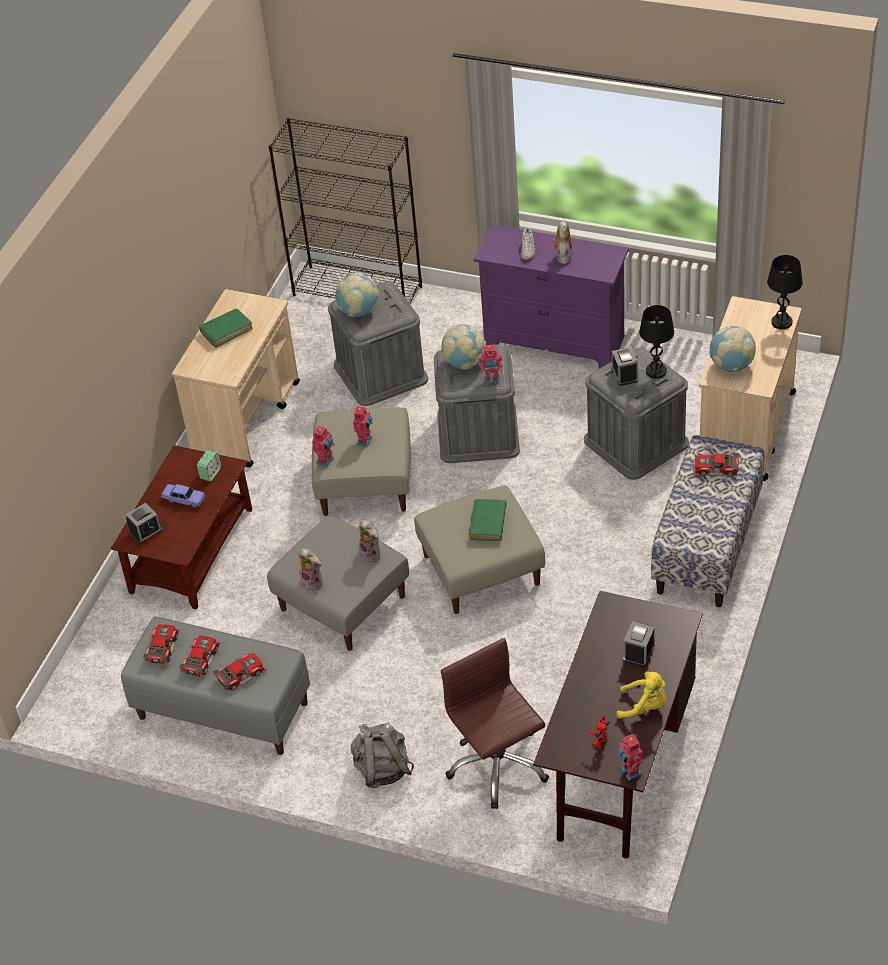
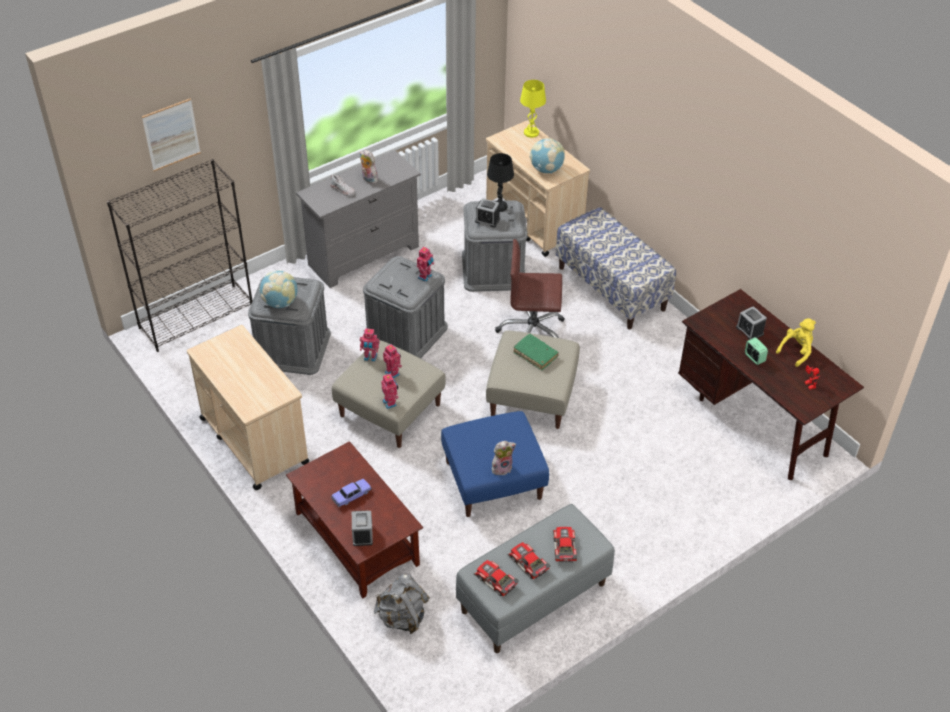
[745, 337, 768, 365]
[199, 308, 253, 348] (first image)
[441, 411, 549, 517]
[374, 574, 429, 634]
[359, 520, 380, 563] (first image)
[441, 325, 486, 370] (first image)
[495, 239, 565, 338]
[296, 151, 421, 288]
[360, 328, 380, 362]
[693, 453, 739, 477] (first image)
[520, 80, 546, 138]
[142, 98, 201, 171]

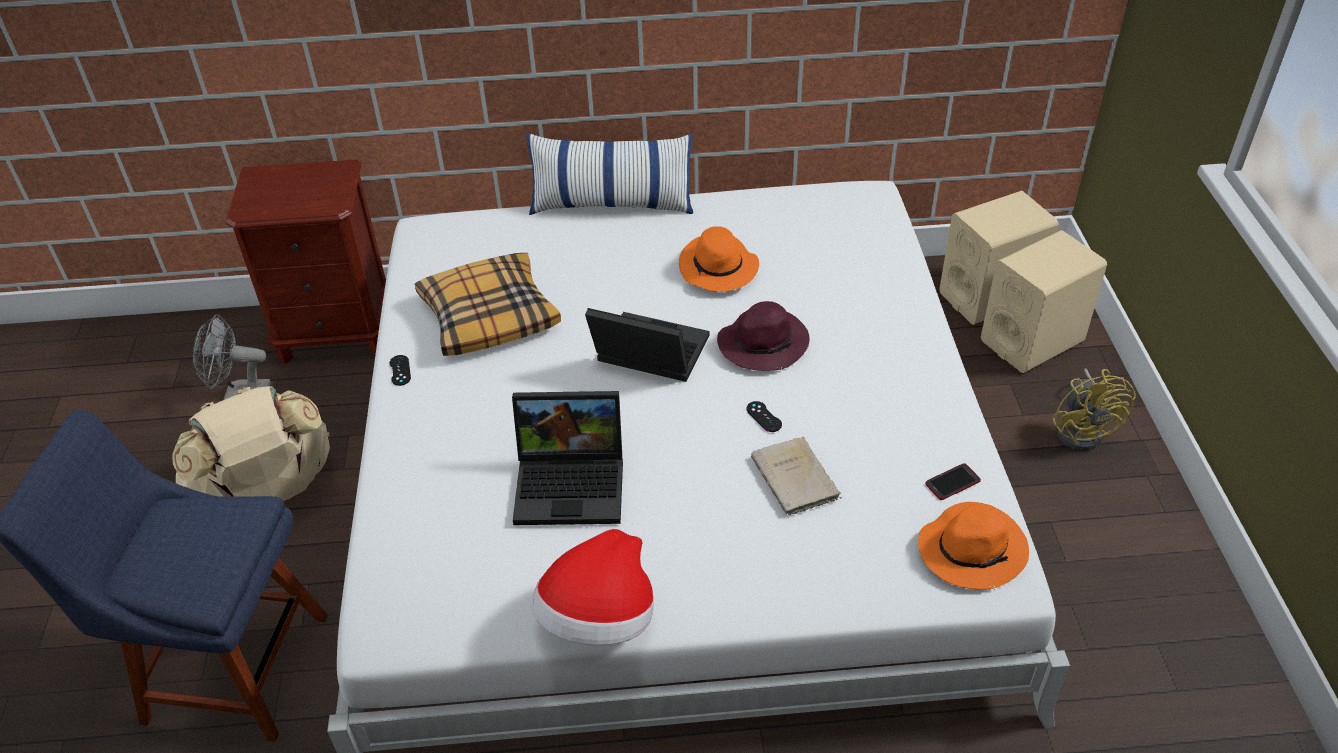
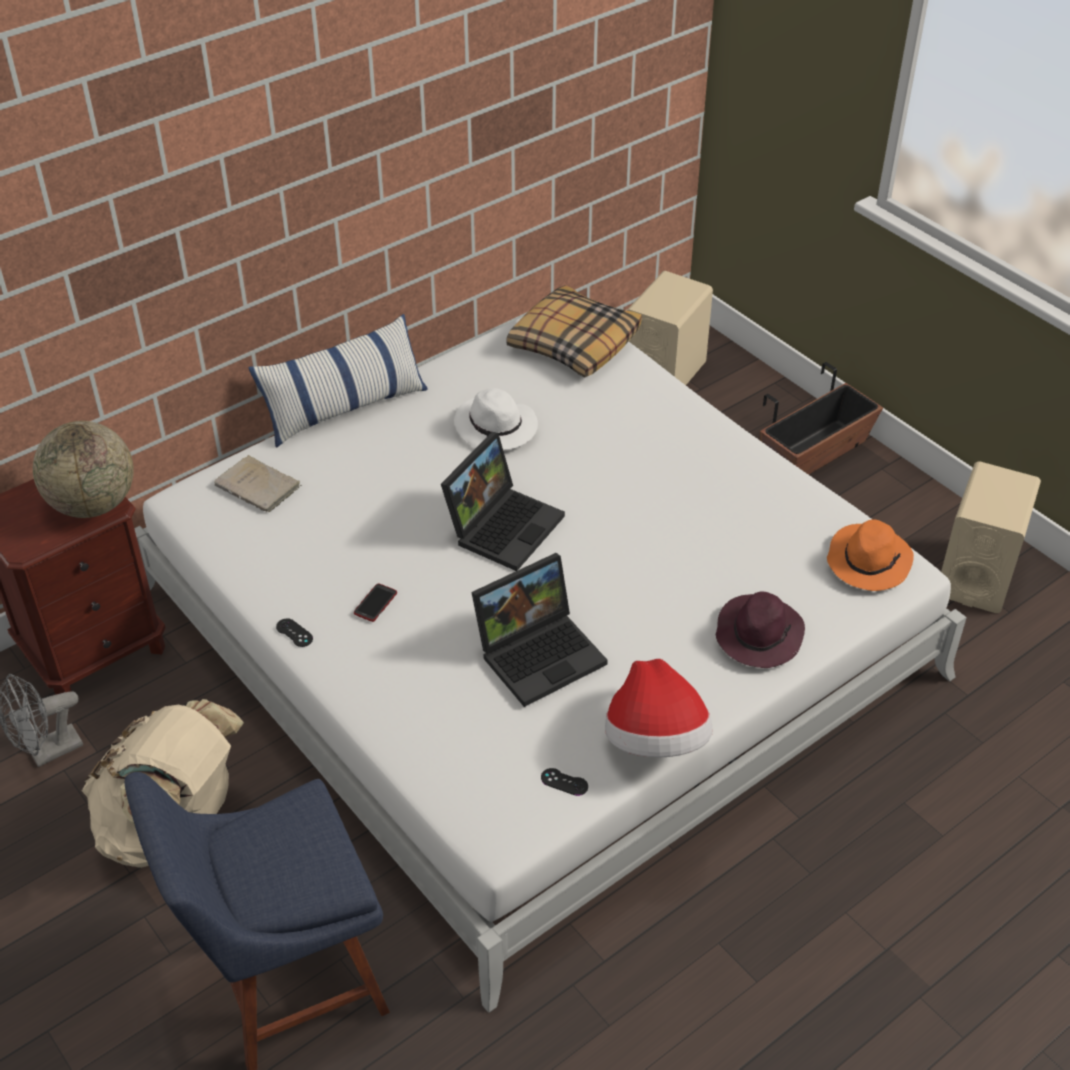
[506, 285, 642, 377]
[441, 432, 565, 571]
[454, 388, 538, 450]
[716, 591, 805, 668]
[541, 768, 588, 796]
[214, 455, 302, 512]
[354, 583, 397, 622]
[941, 461, 1041, 613]
[760, 362, 883, 475]
[33, 421, 134, 518]

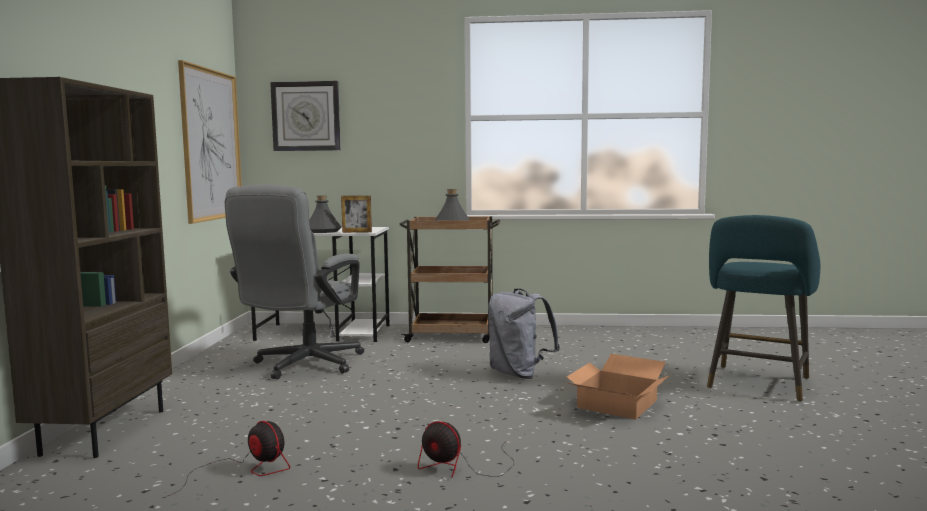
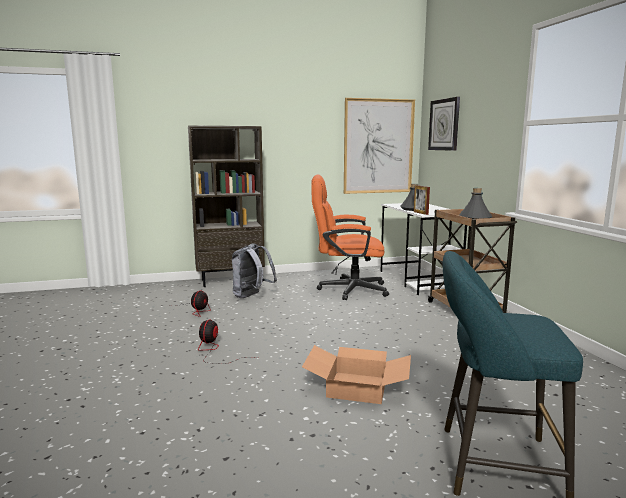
[312, 174, 389, 300]
[232, 243, 277, 298]

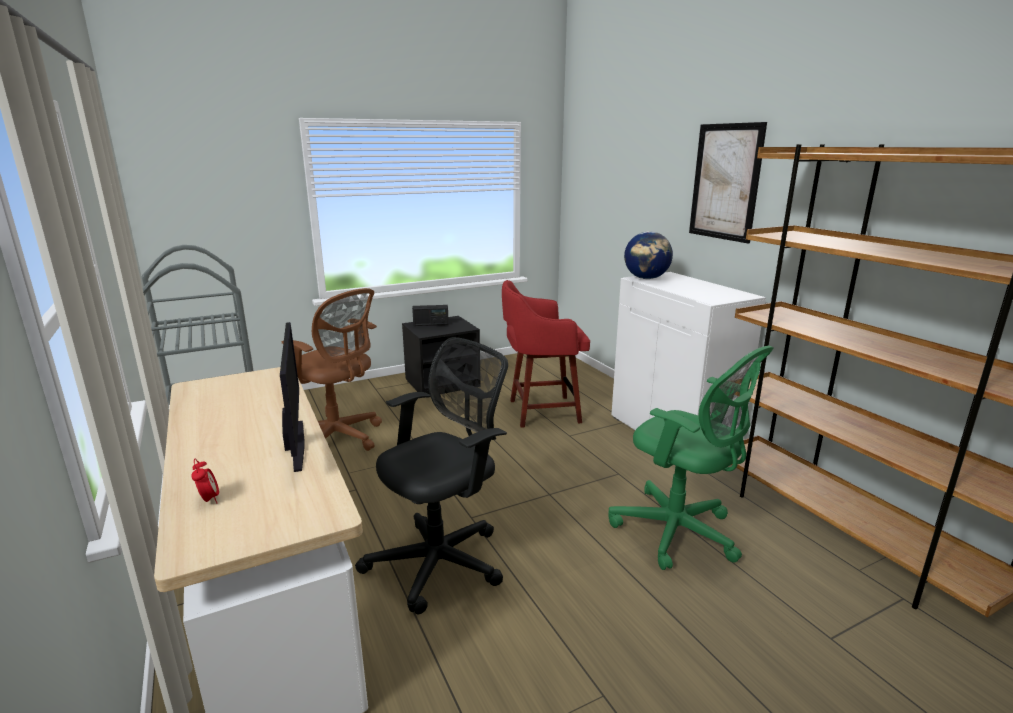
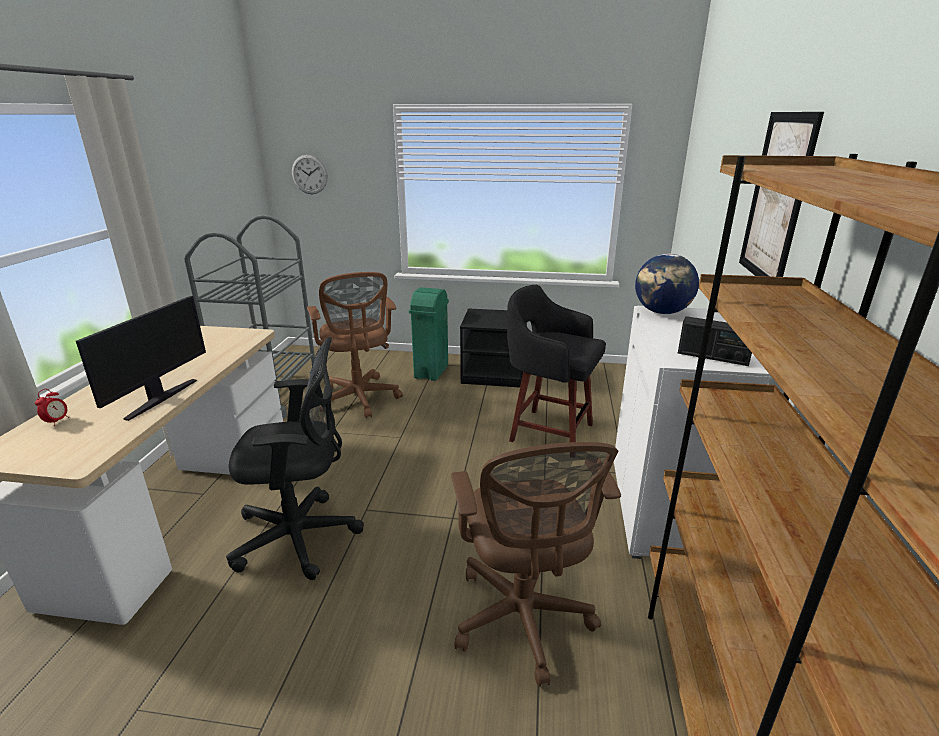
[678, 316, 752, 366]
[507, 285, 606, 442]
[451, 442, 621, 686]
[292, 155, 328, 194]
[409, 287, 449, 381]

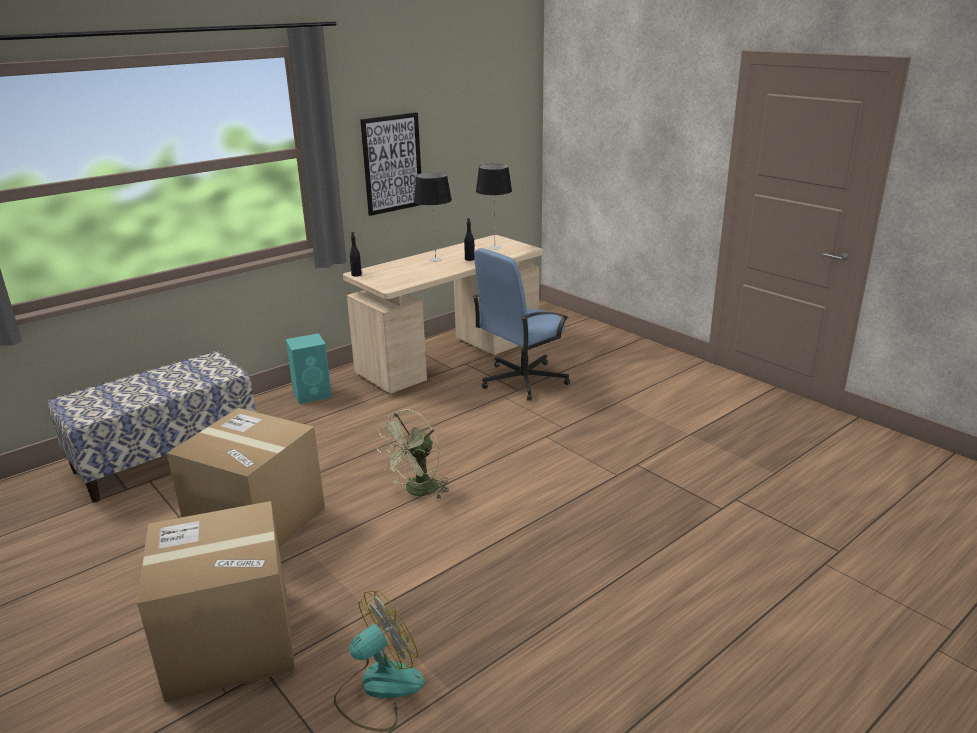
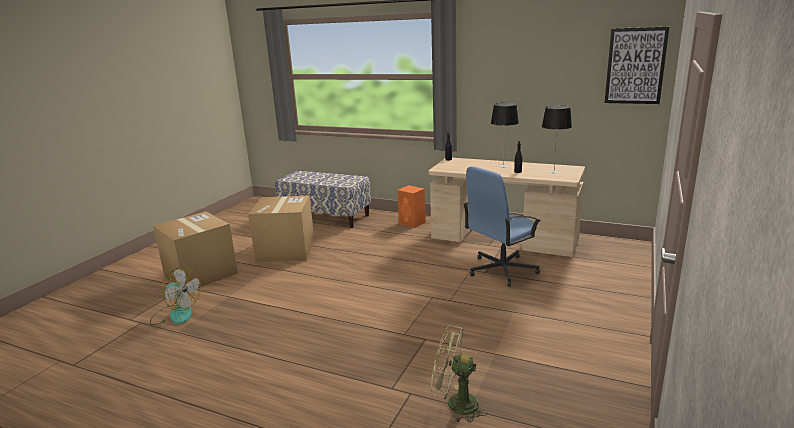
[397, 185, 426, 228]
[605, 27, 669, 104]
[431, 325, 487, 423]
[463, 166, 541, 286]

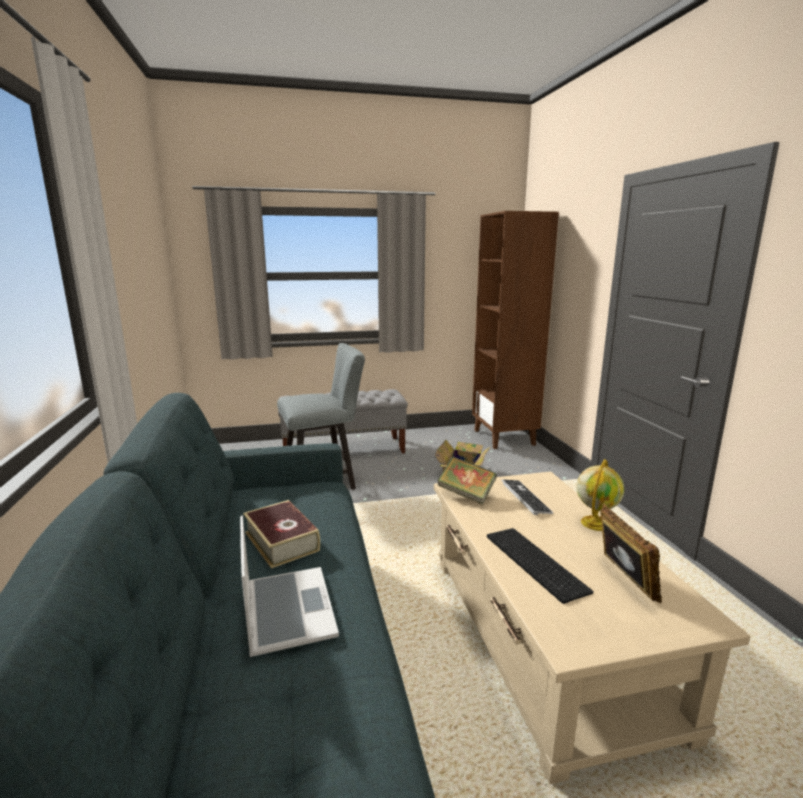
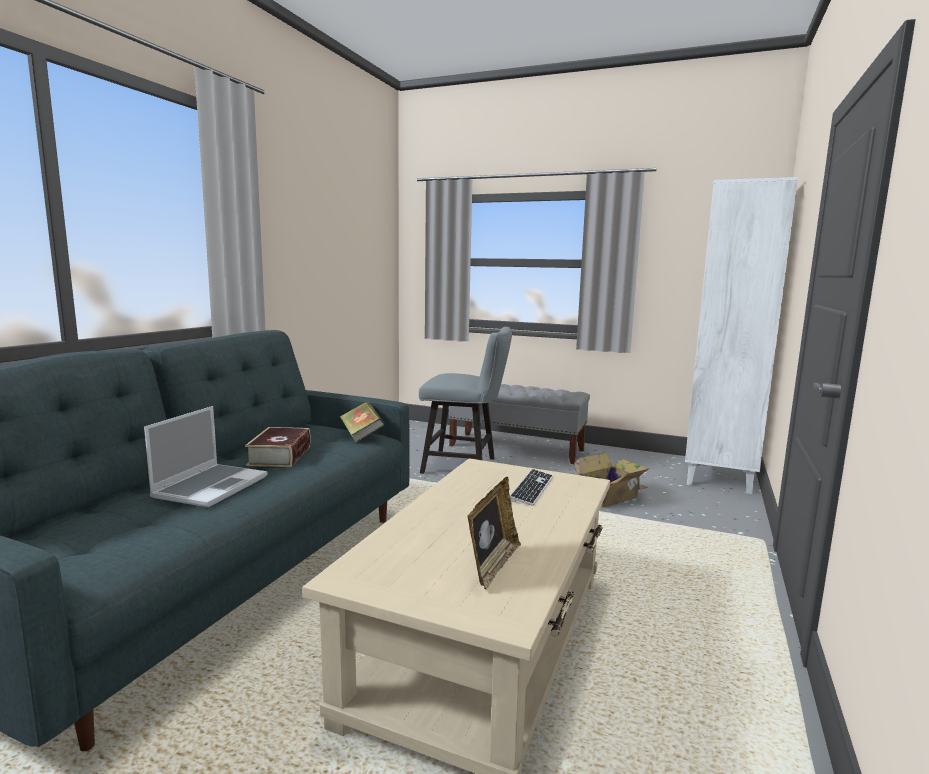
[340, 401, 385, 443]
[685, 177, 798, 494]
[487, 528, 594, 604] (first image)
[577, 459, 624, 531] (first image)

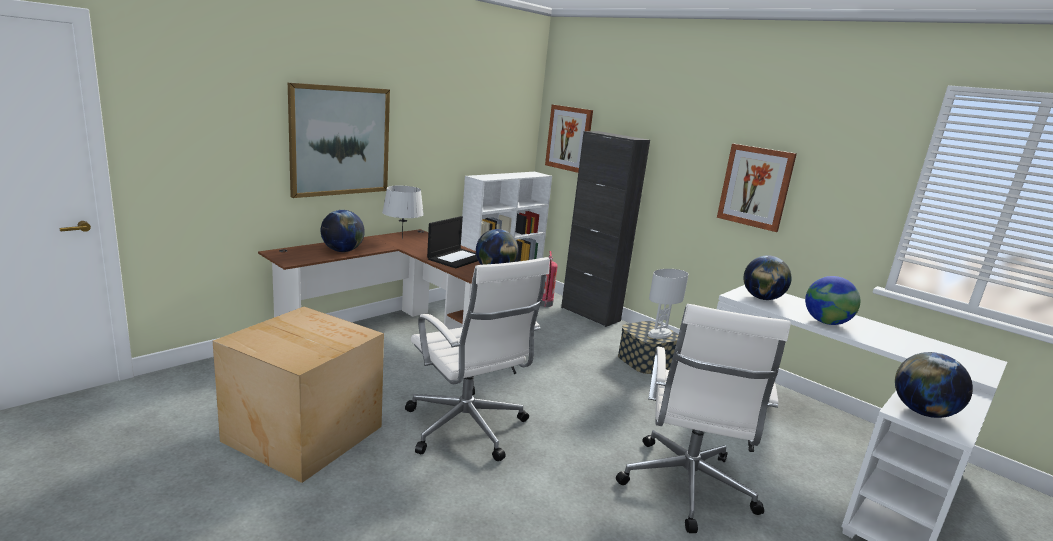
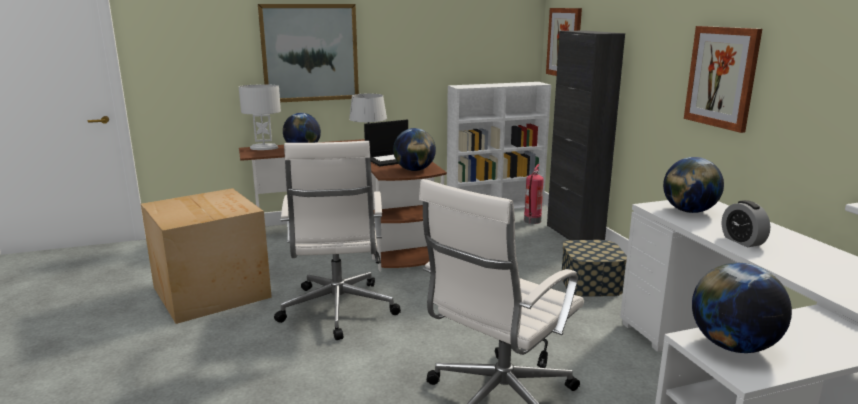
[239, 84, 281, 150]
[722, 200, 770, 247]

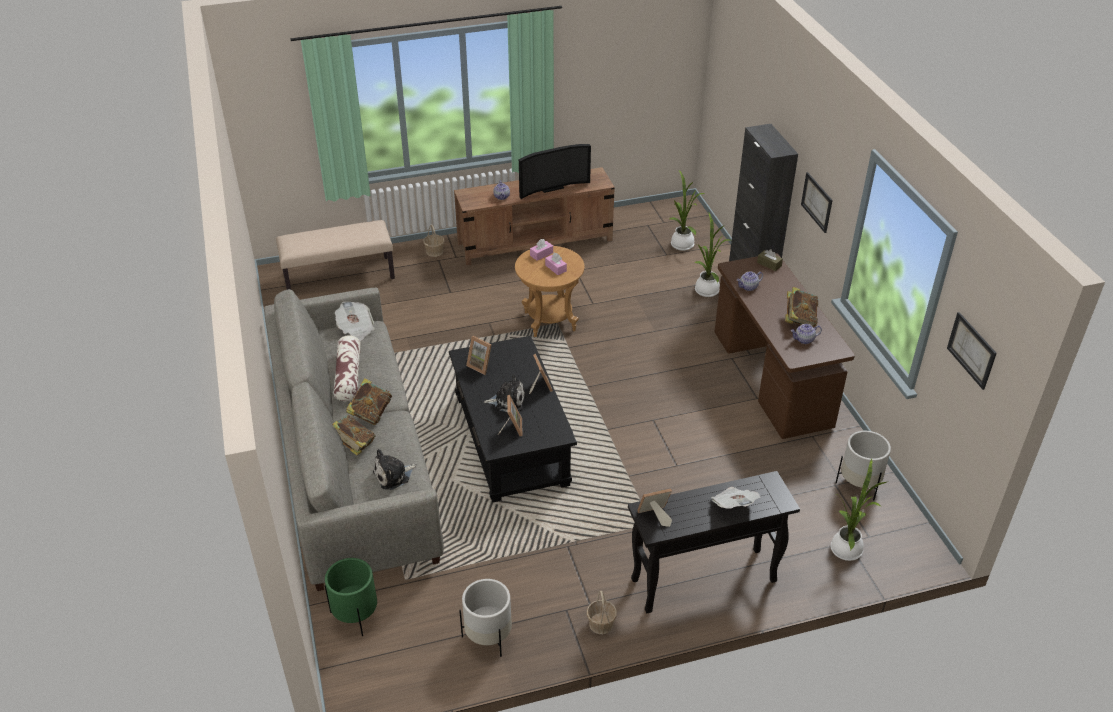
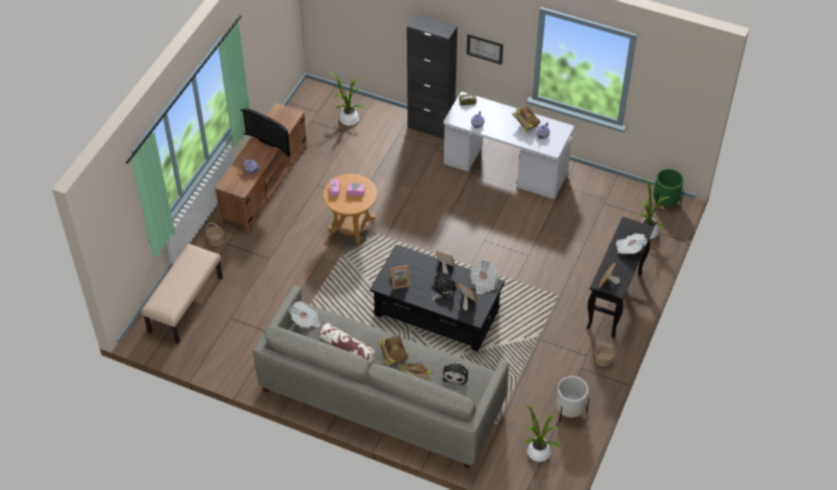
[653, 169, 684, 210]
[240, 108, 290, 157]
[522, 402, 560, 462]
[443, 92, 574, 199]
[836, 431, 891, 500] (first image)
[947, 312, 997, 390] (first image)
[470, 260, 499, 294]

